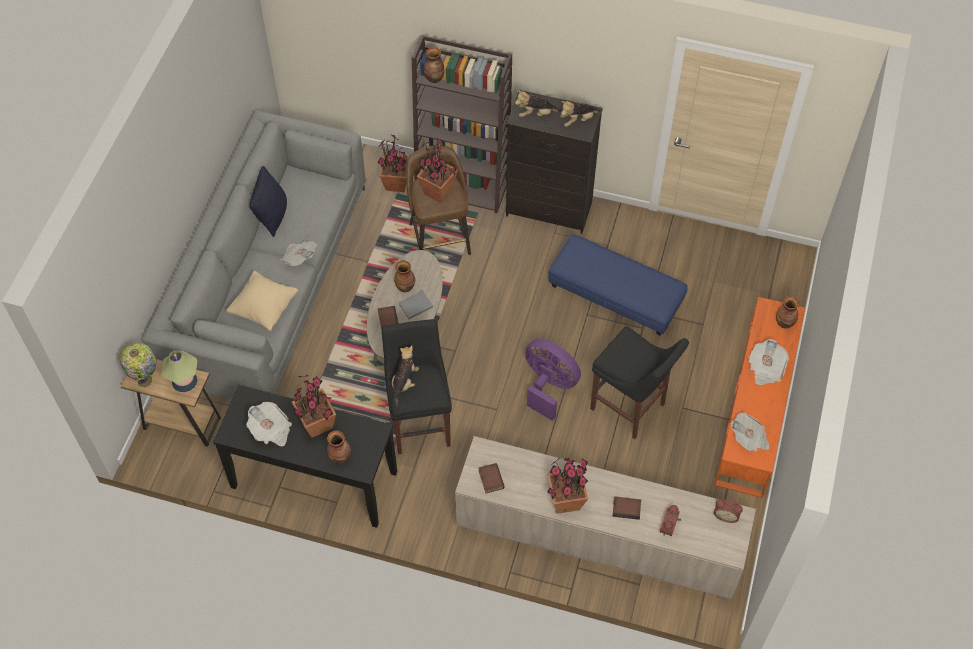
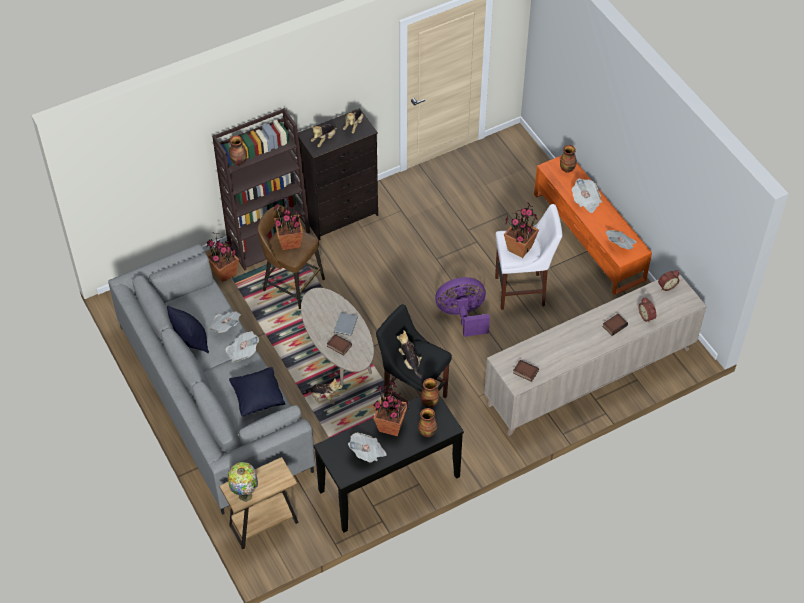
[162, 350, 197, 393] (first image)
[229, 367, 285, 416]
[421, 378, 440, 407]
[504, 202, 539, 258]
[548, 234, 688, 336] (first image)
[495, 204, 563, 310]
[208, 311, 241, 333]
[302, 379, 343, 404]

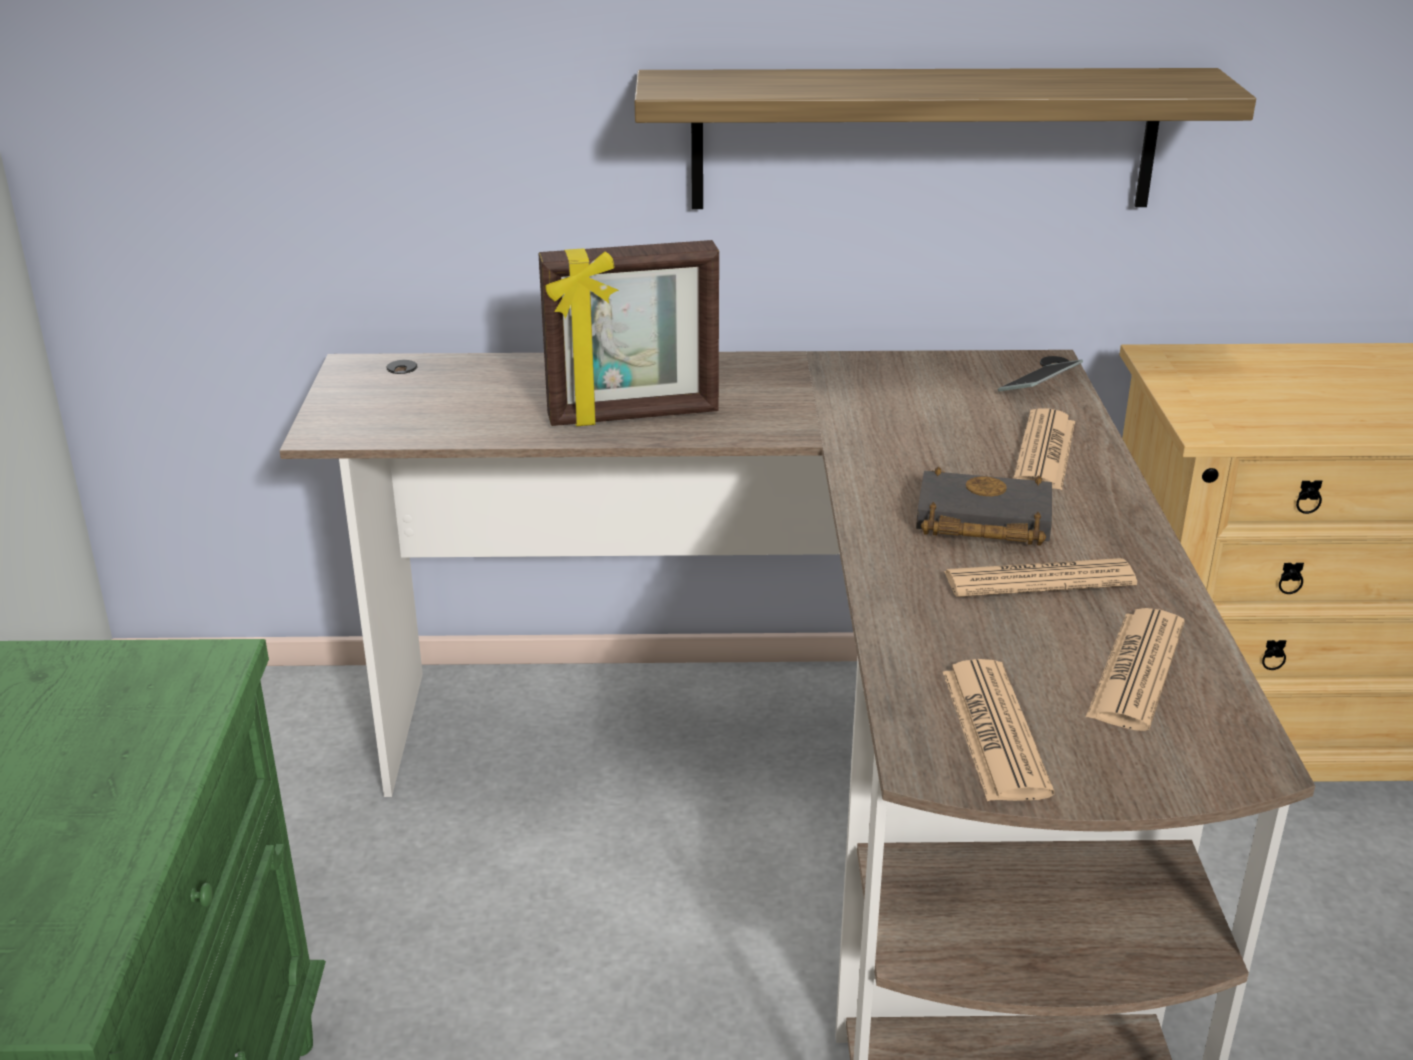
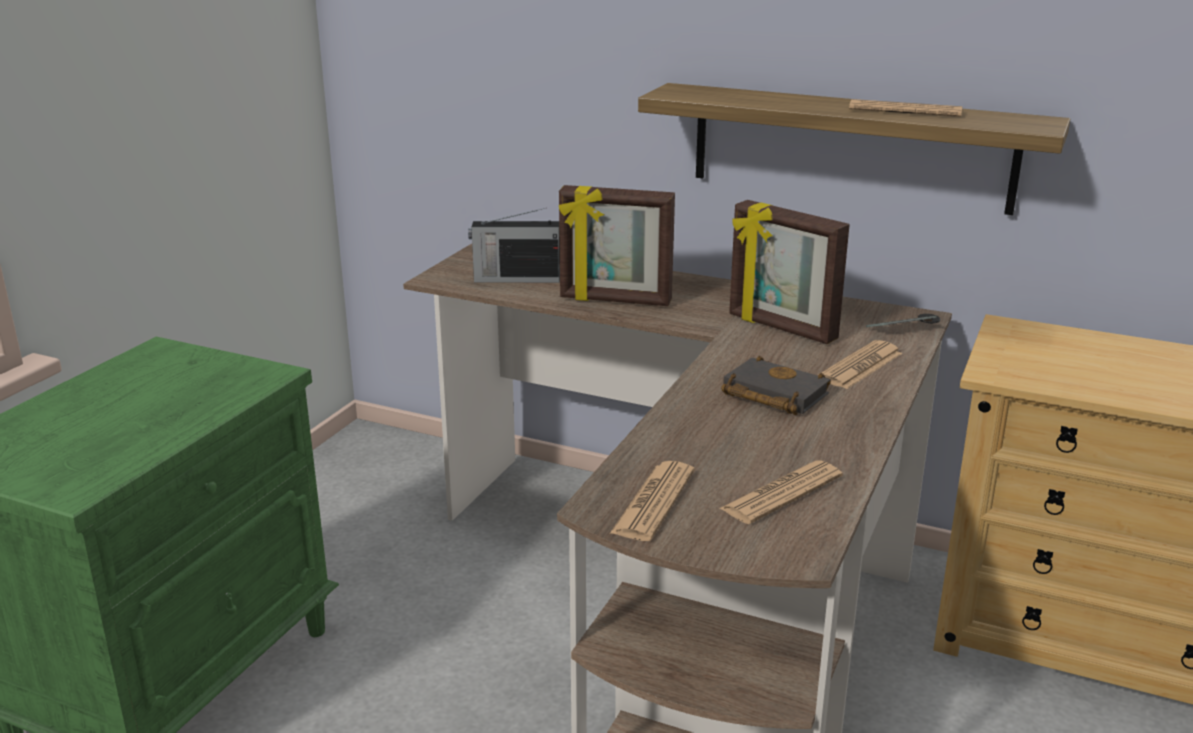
[849, 99, 963, 117]
[468, 208, 560, 283]
[729, 200, 850, 344]

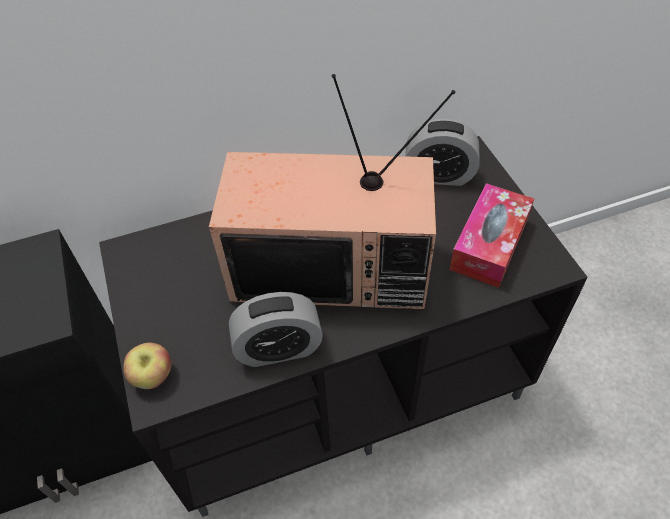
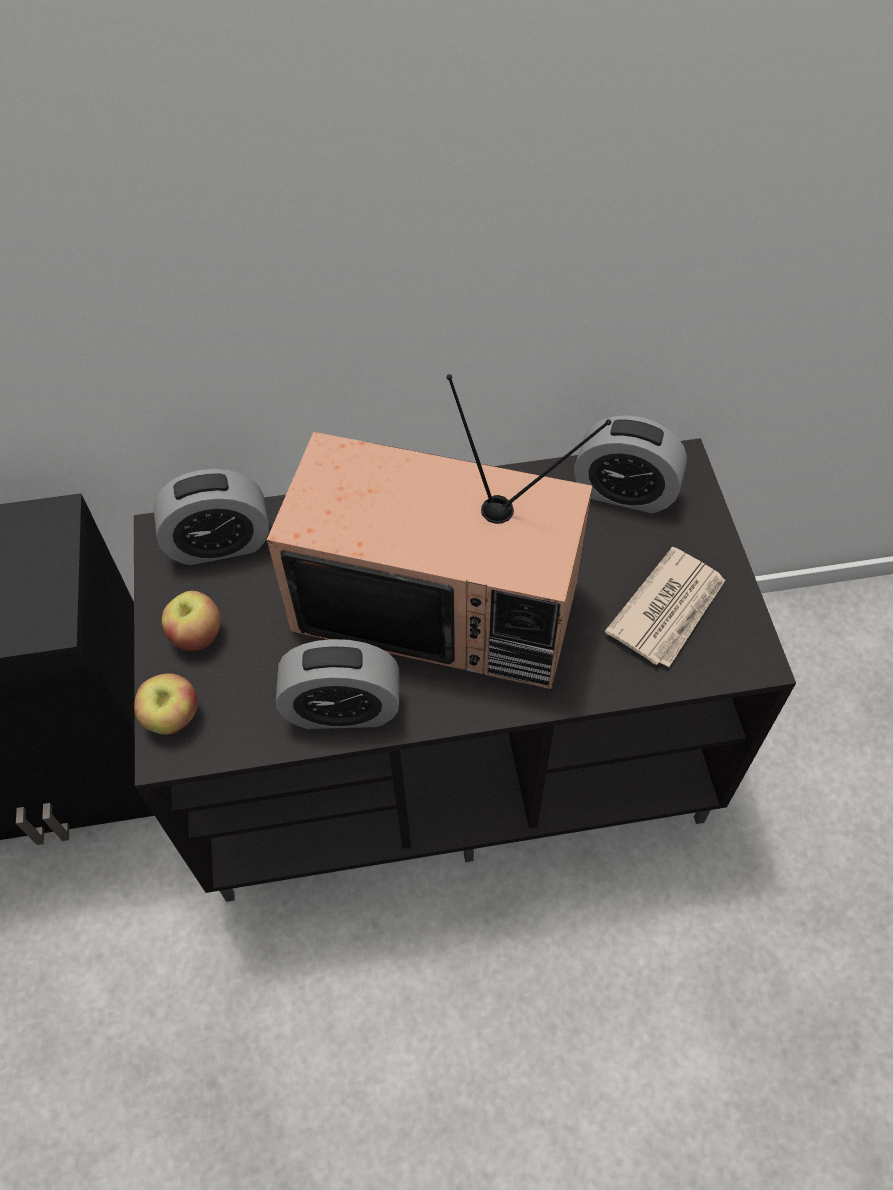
[605, 547, 725, 667]
[153, 469, 269, 565]
[162, 591, 221, 651]

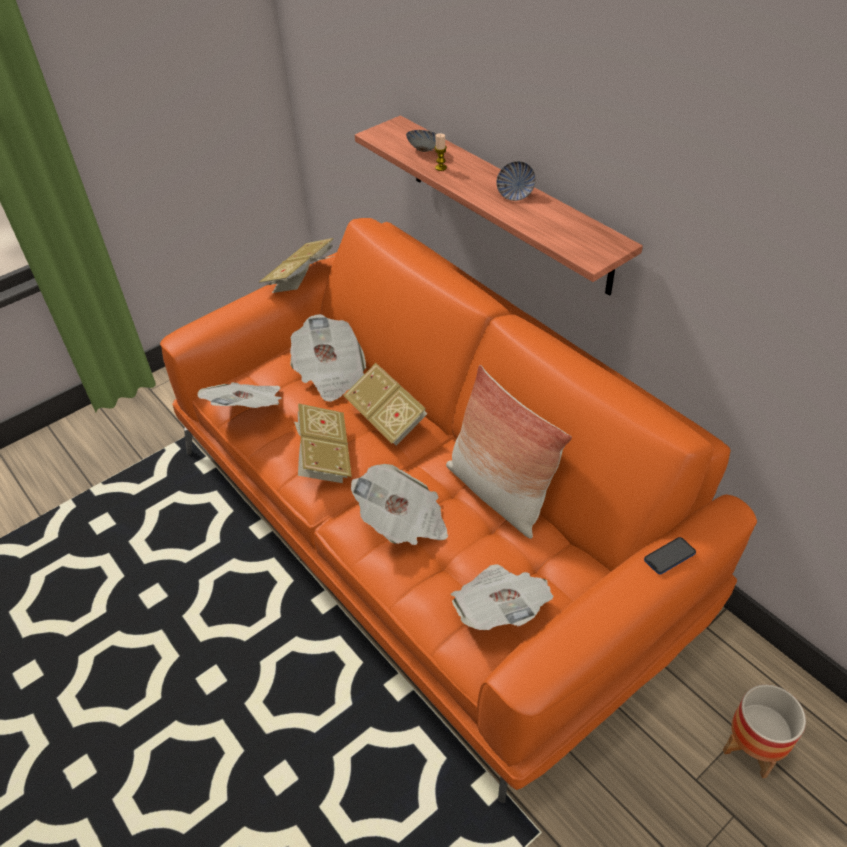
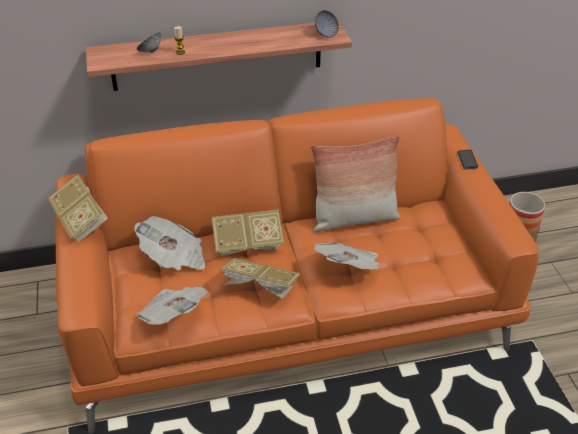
[451, 564, 553, 630] (first image)
[315, 10, 339, 37]

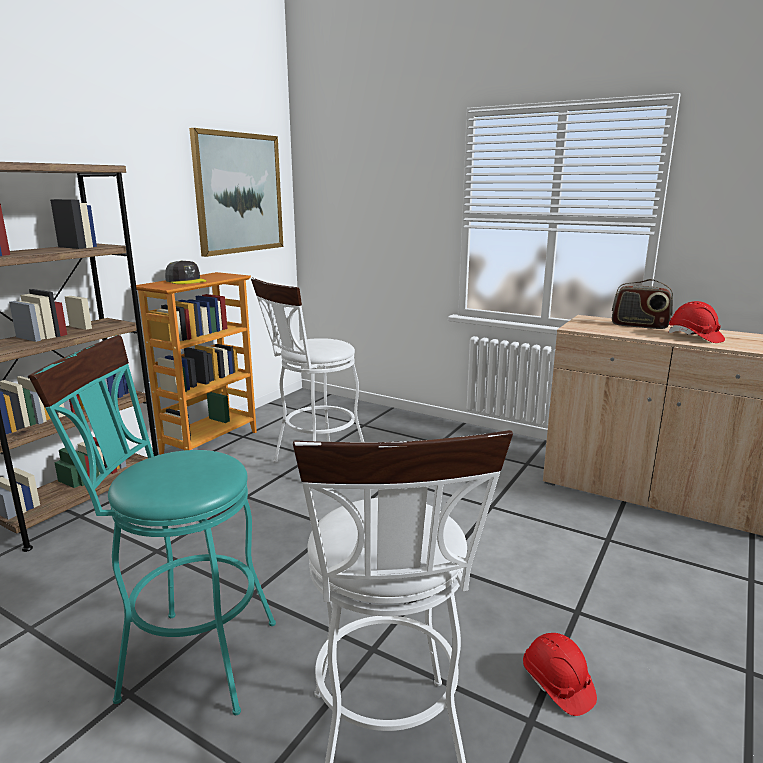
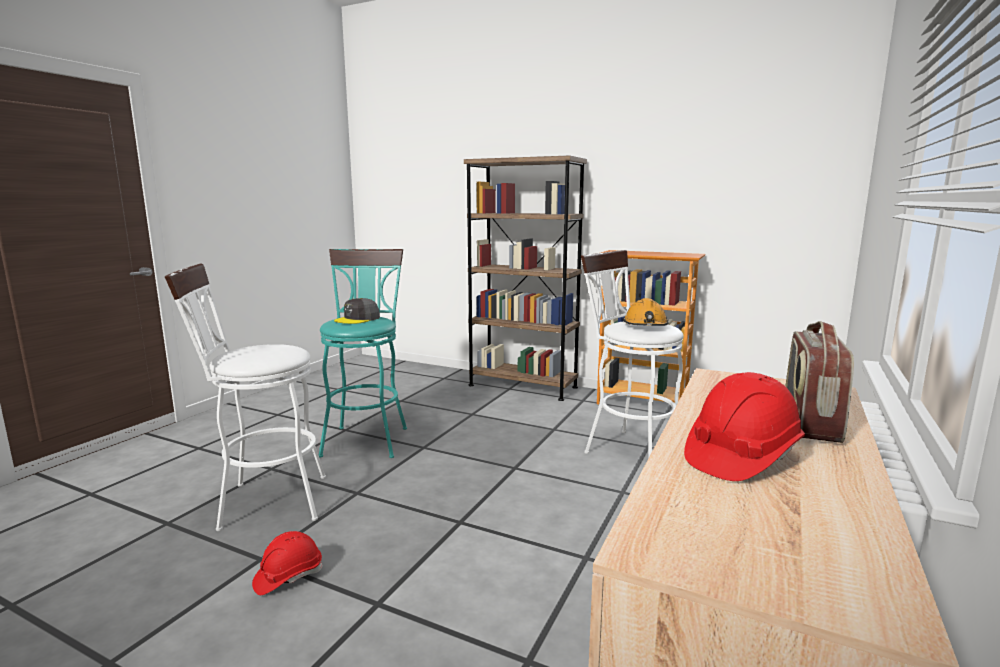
[334, 298, 380, 324]
[189, 128, 283, 257] (first image)
[623, 298, 669, 326]

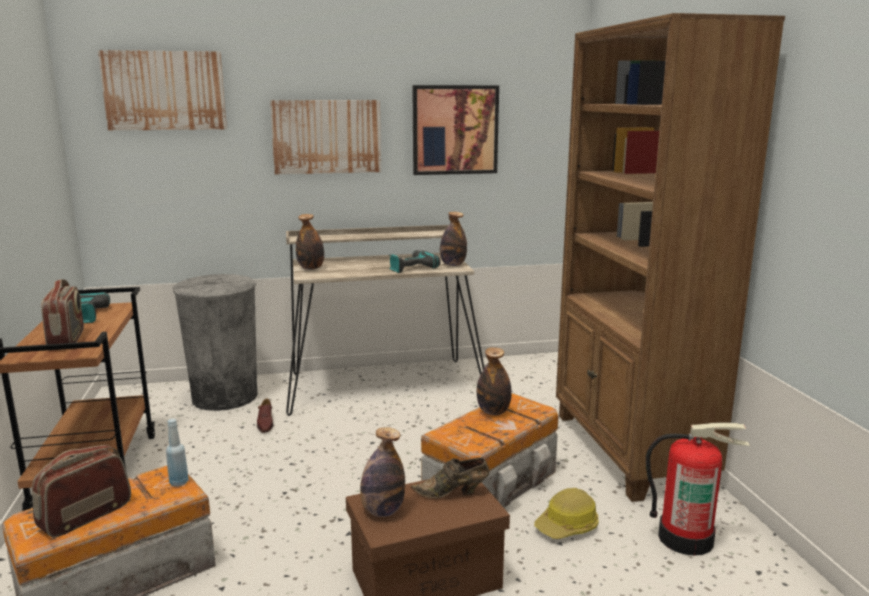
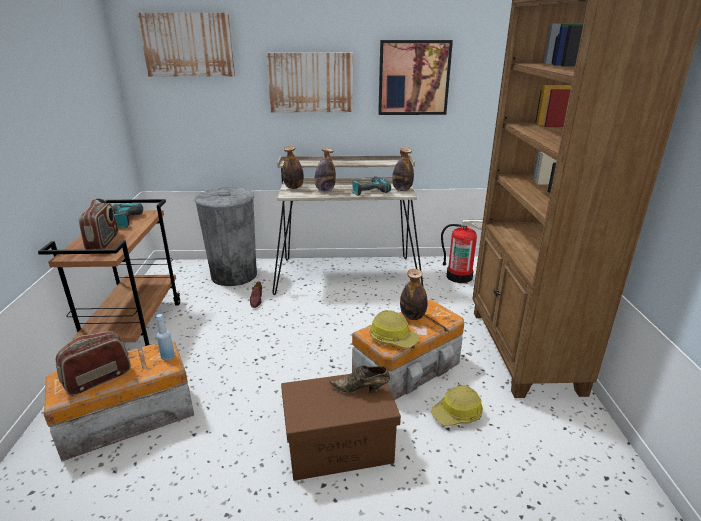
[315, 148, 336, 192]
[441, 219, 483, 283]
[369, 310, 420, 348]

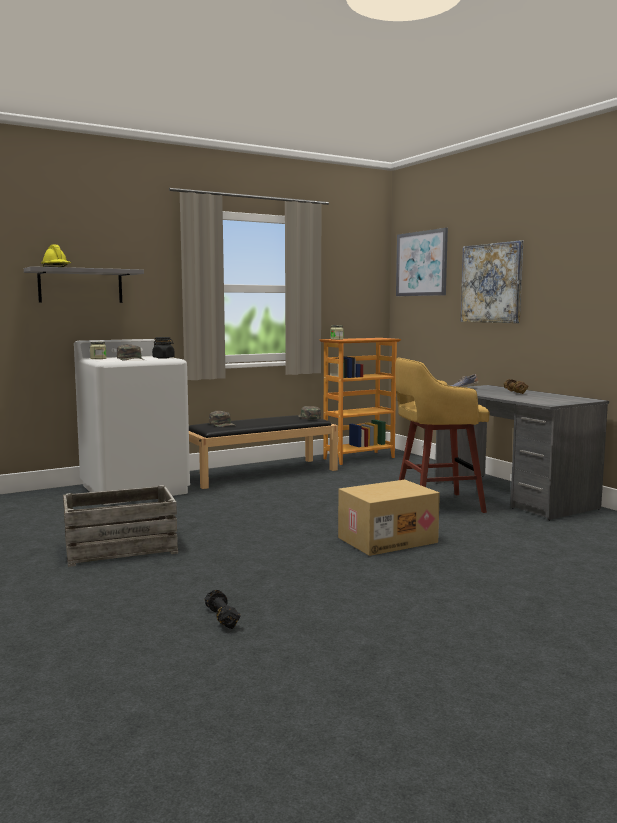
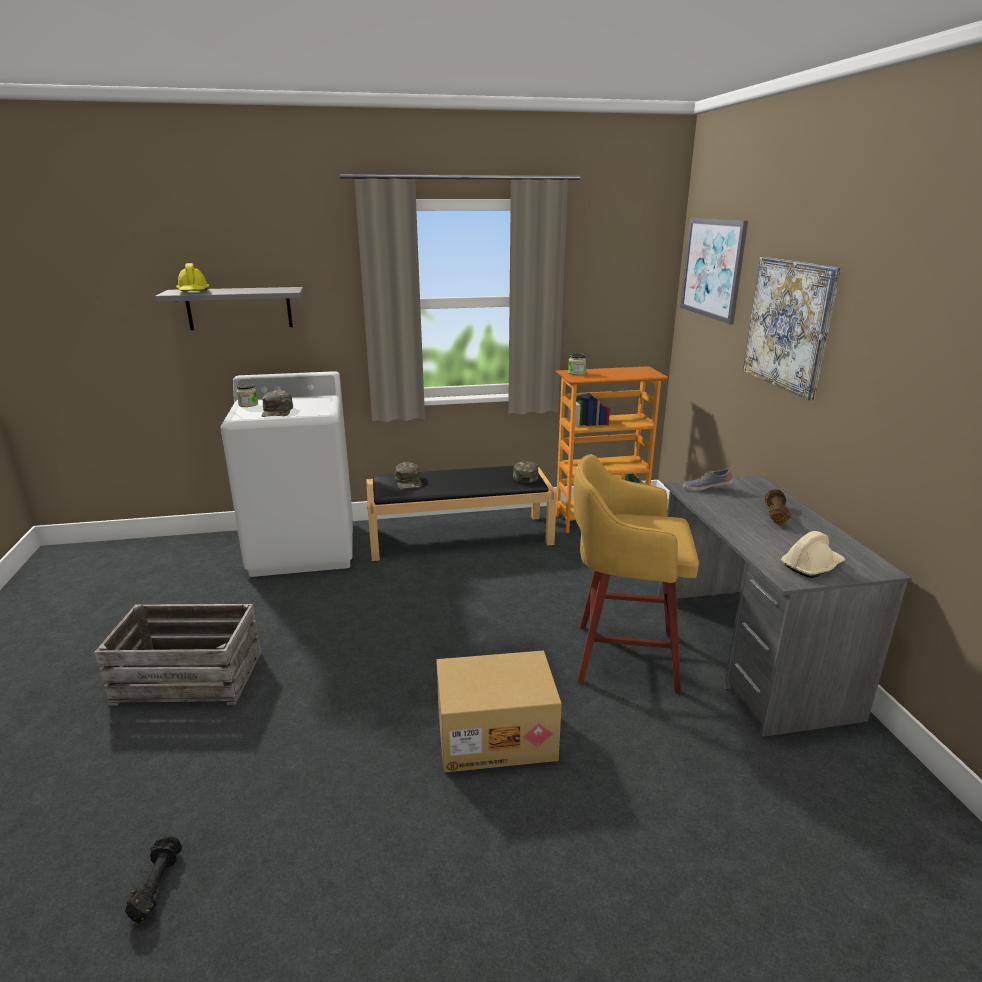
[152, 337, 175, 359] (first image)
[781, 531, 845, 578]

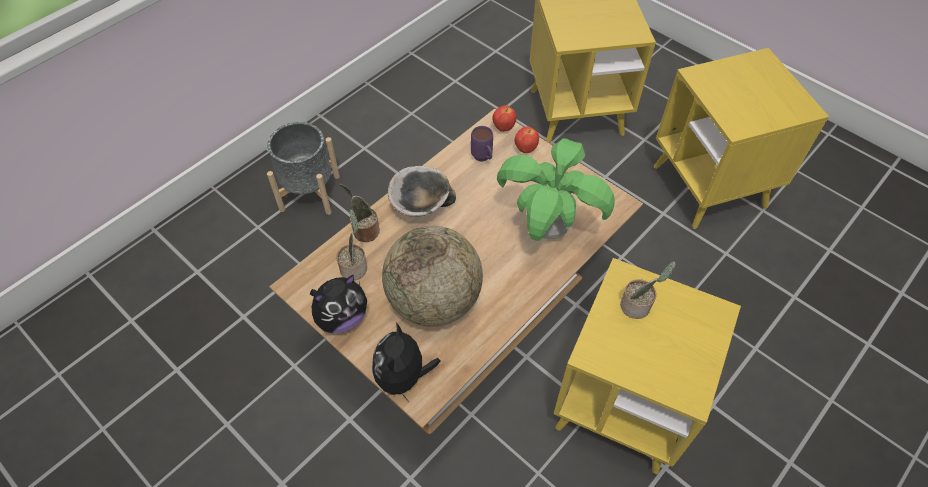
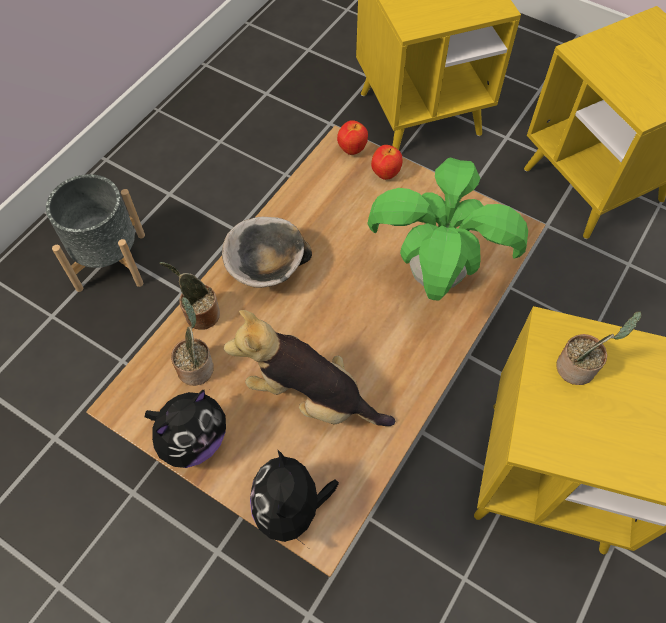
[224, 310, 395, 426]
[471, 126, 493, 162] (first image)

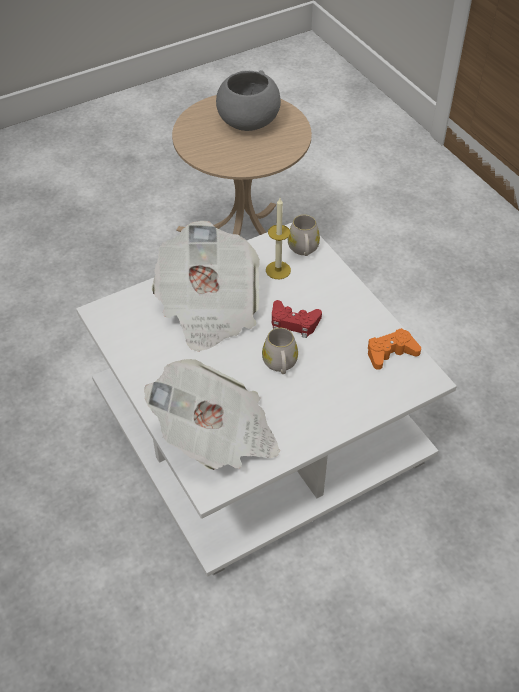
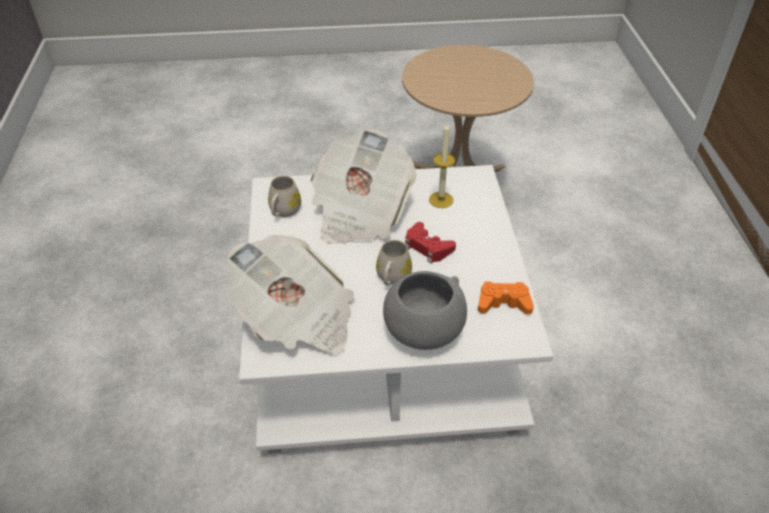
[383, 271, 467, 350]
[268, 176, 301, 217]

